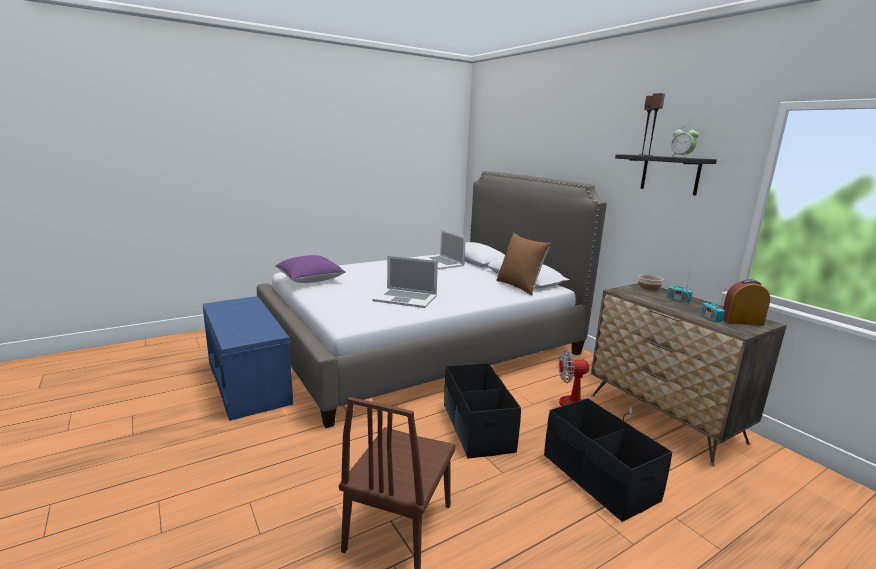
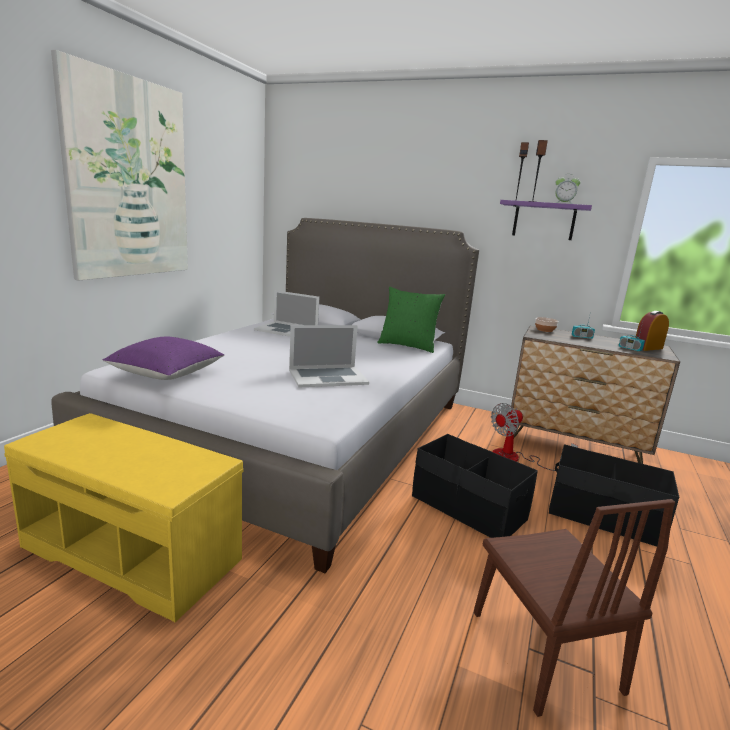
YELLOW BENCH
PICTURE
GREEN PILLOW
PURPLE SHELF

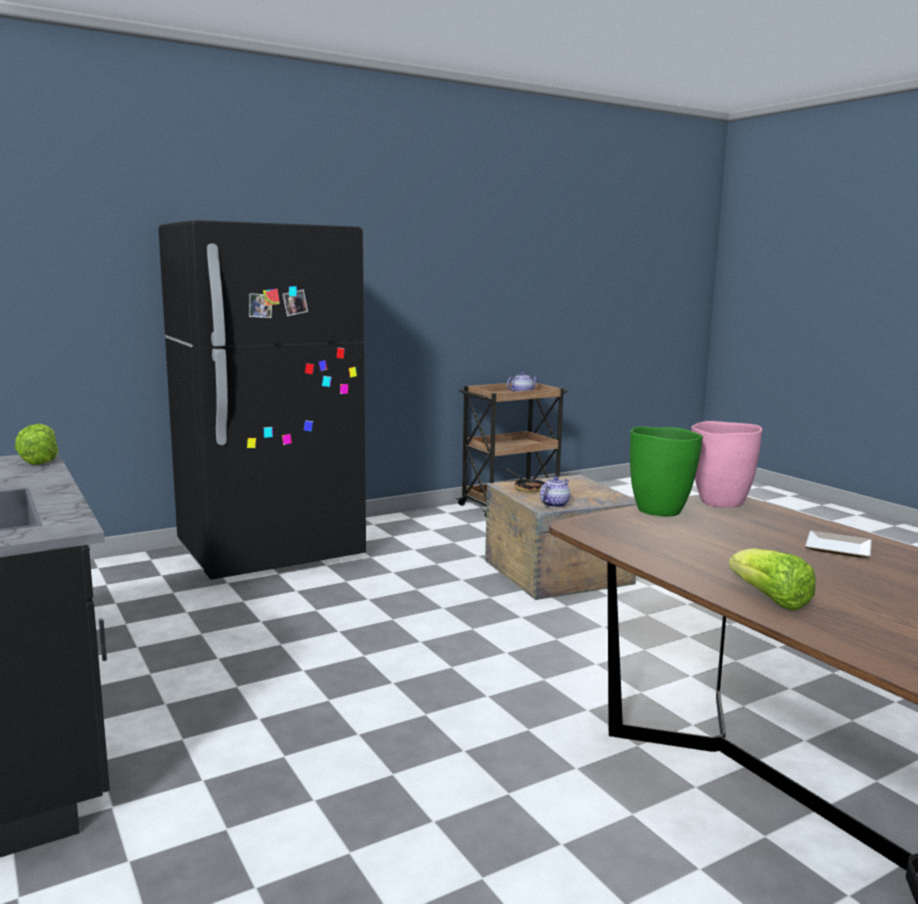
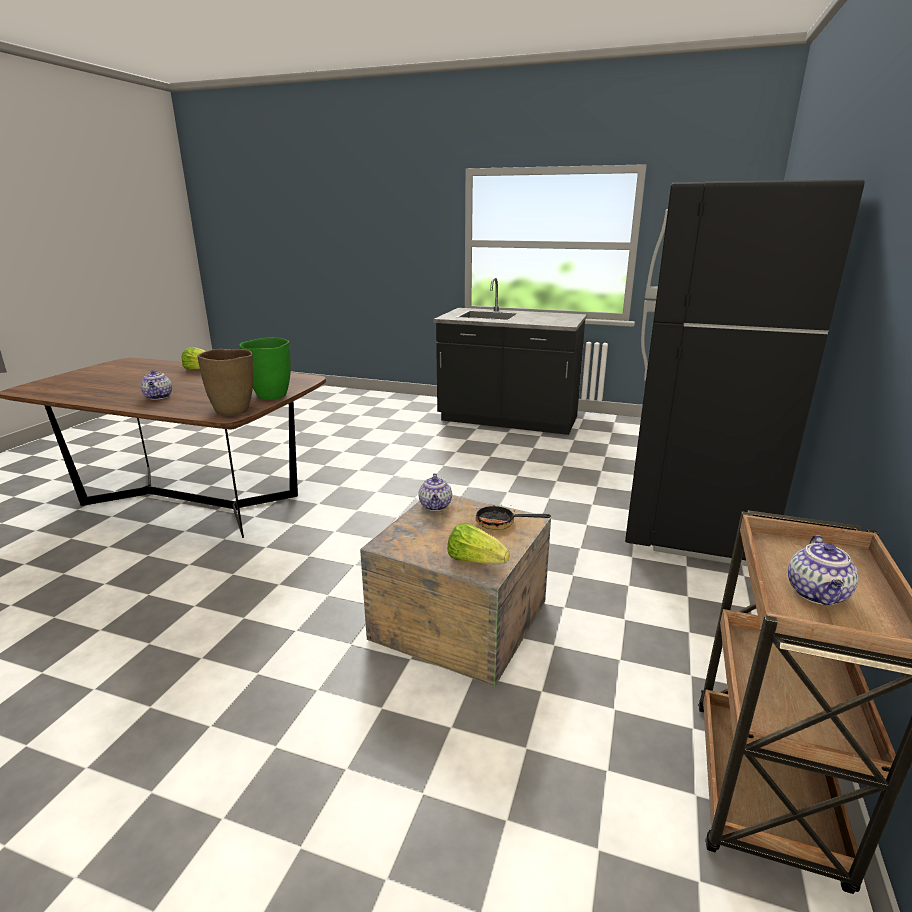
TEAPOT (1st from left)
BROWN VASE
LETTUCE (2nd from left)

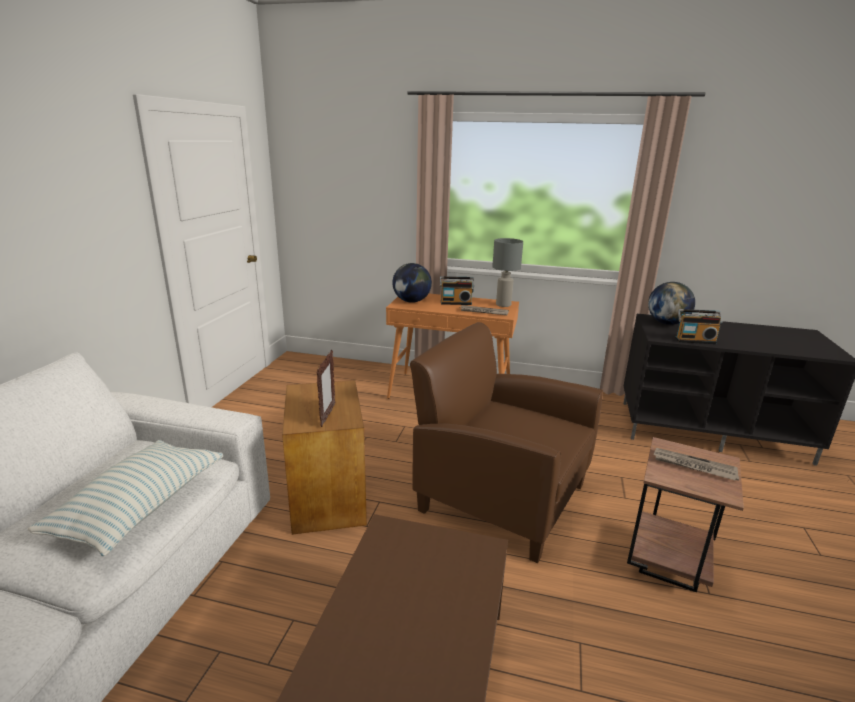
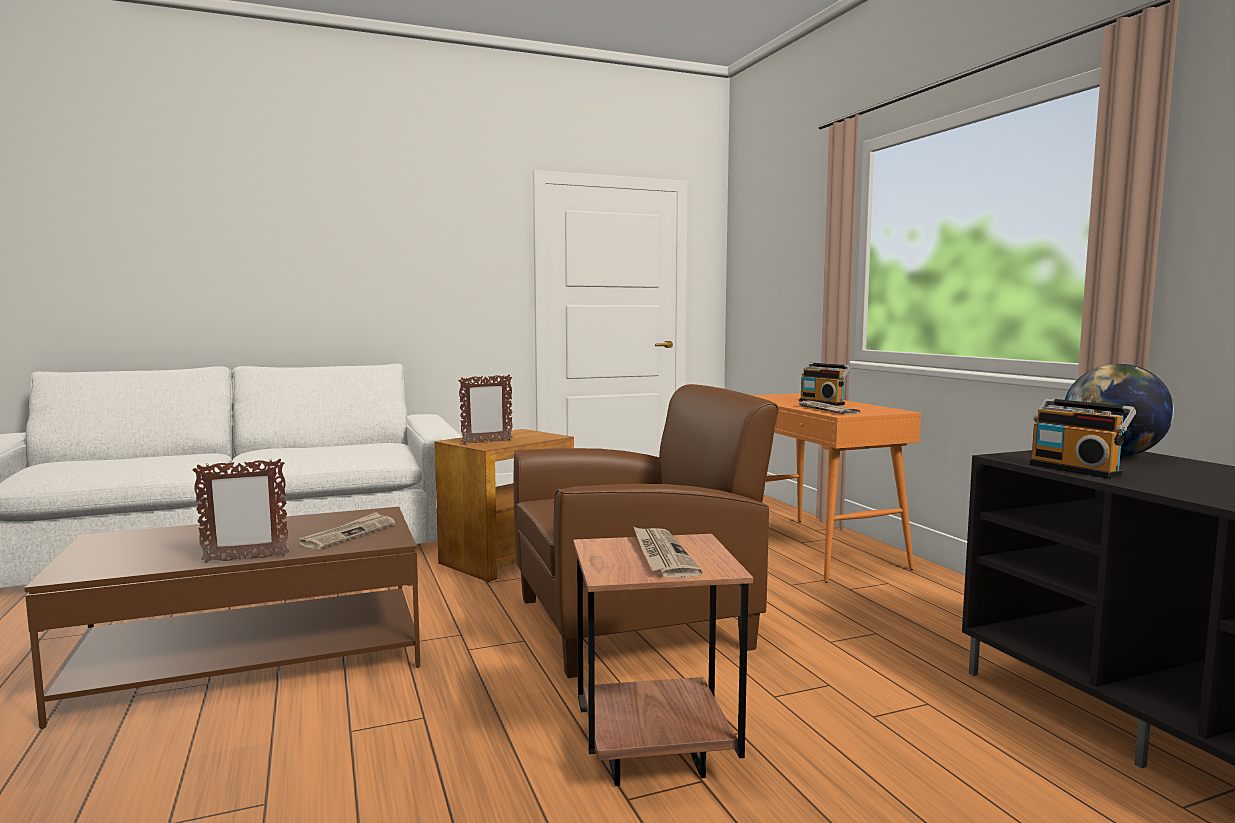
PICTURE FRAME (1st from left)
NEWSPAPER (1st from left)
BROWN ARMCHAIR
PILLOW
GLOBE (1st from left in the first image)
GREY TABLE LAMP

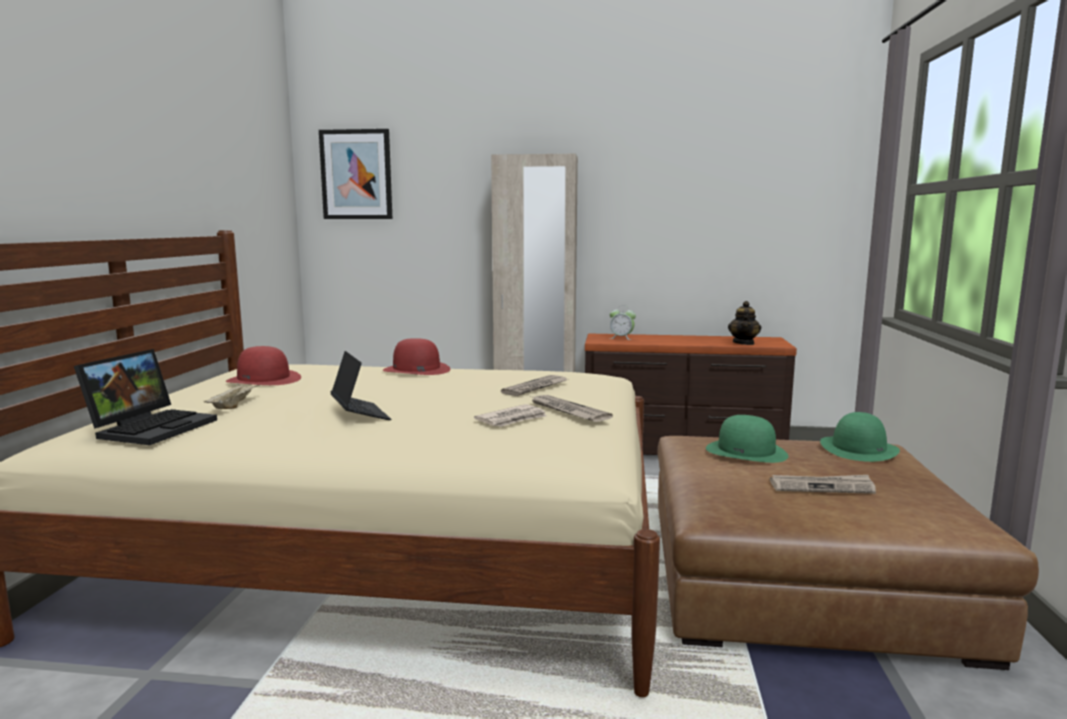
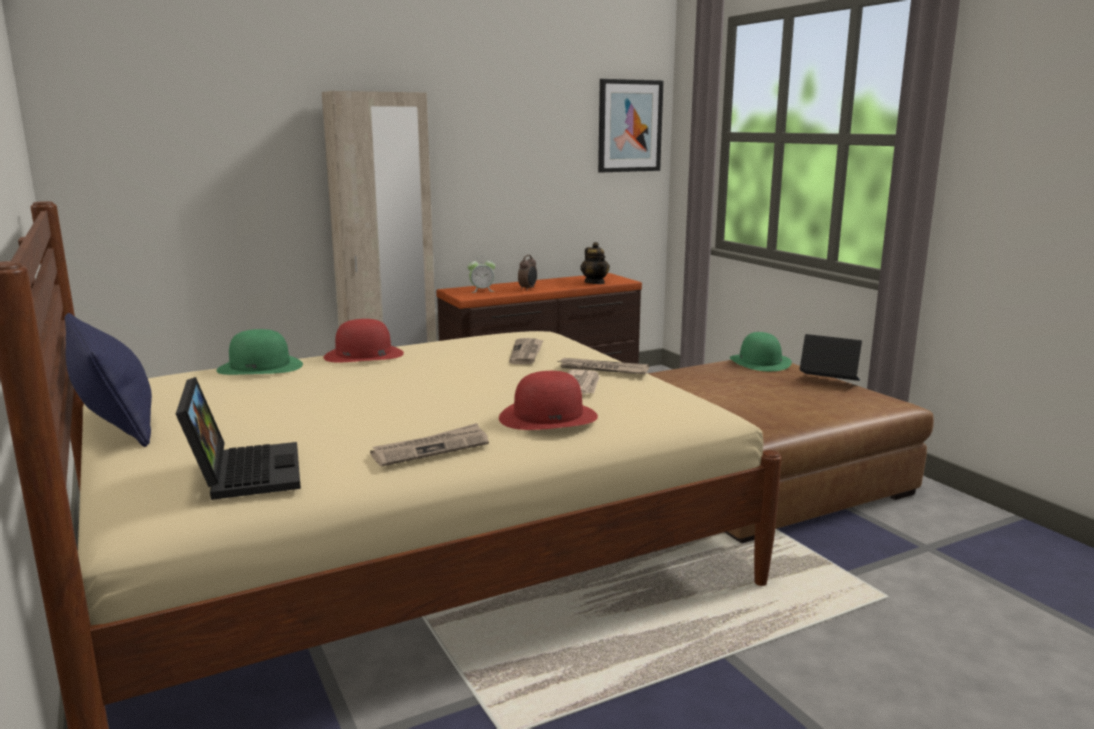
BLUE PILLOW
GREEN HAT (1st from left)
NEWSPAPER (1st from left)
RED HAT (2nd from left)
ALARM CLOCK (2nd from left)
PICTURE
LAPTOP (2nd from left)
BEIGE TRAY

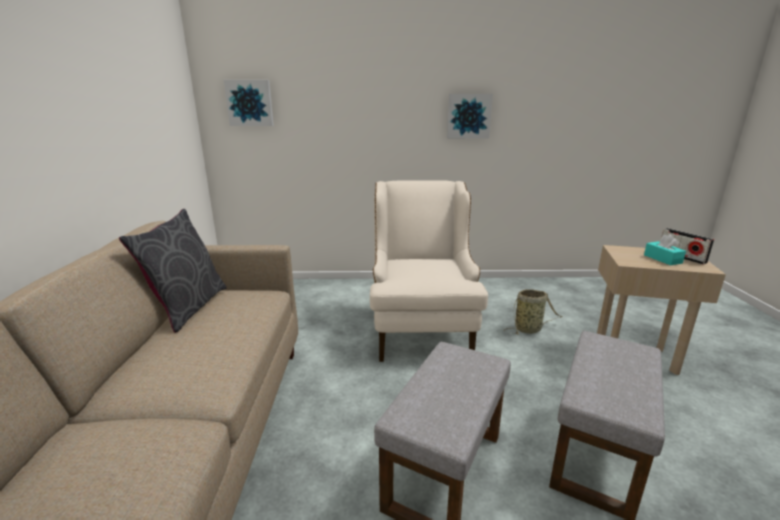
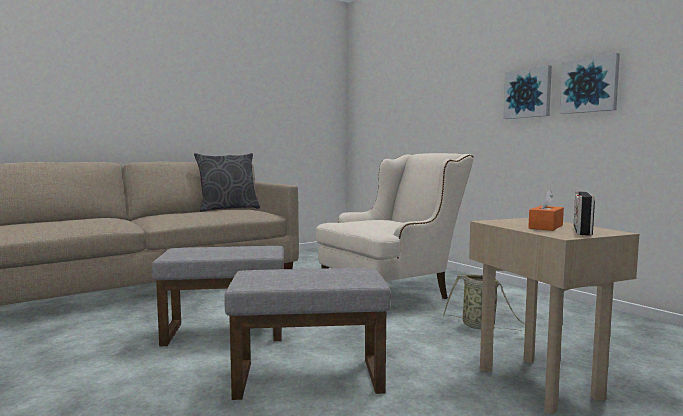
ORANGE TISSUE BOX
PICTURE (2nd from left)

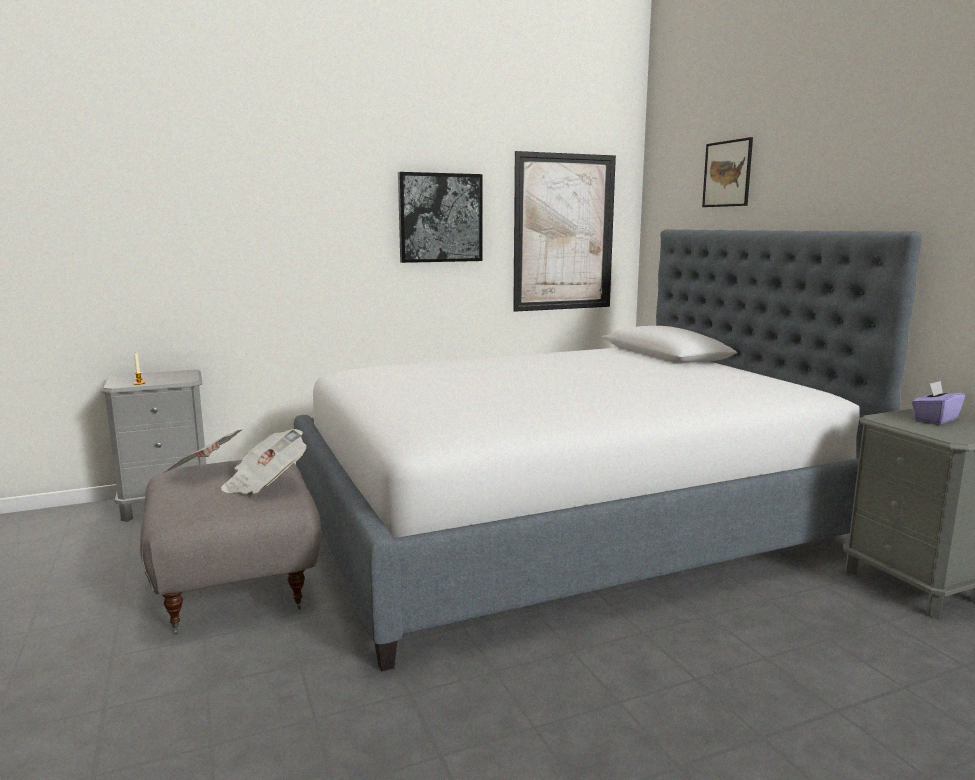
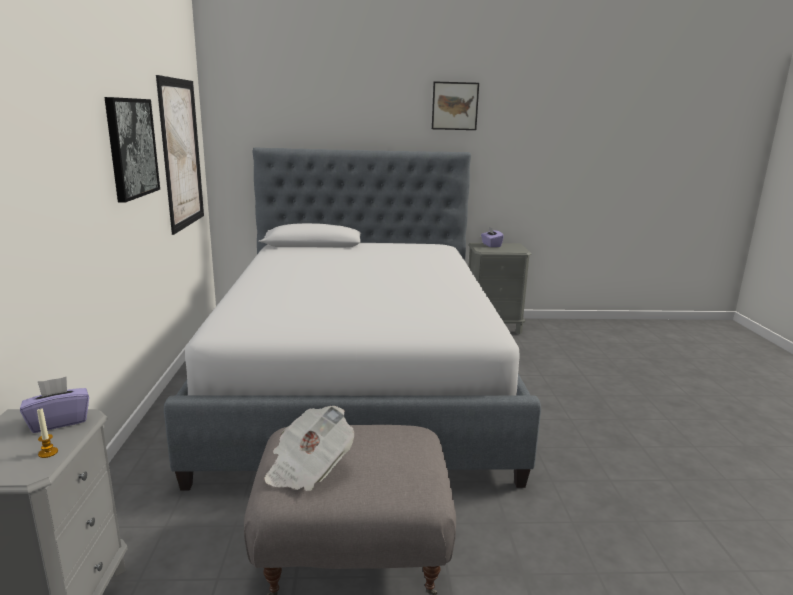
PURPLE TISSUE BOX (1st from left)
PICTURE (3rd from left)
NEWSPAPER (2nd from left in the first image)

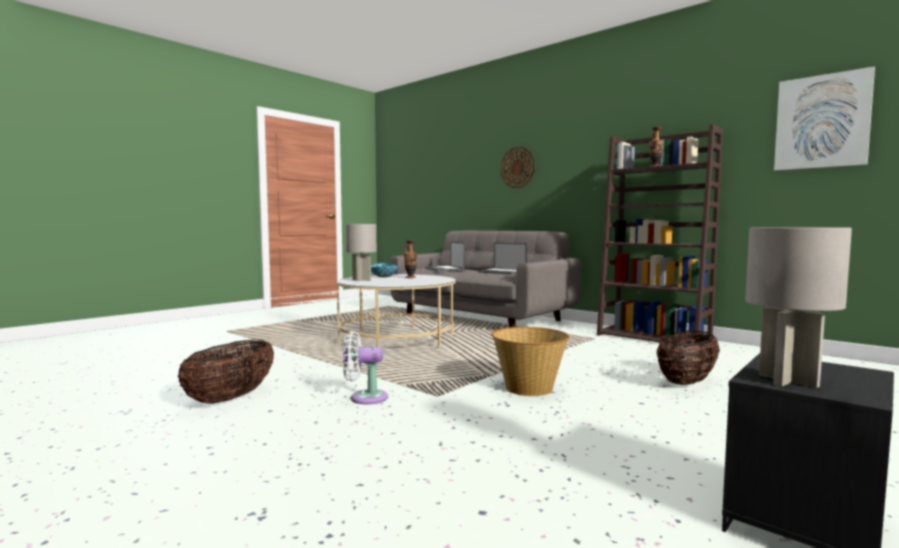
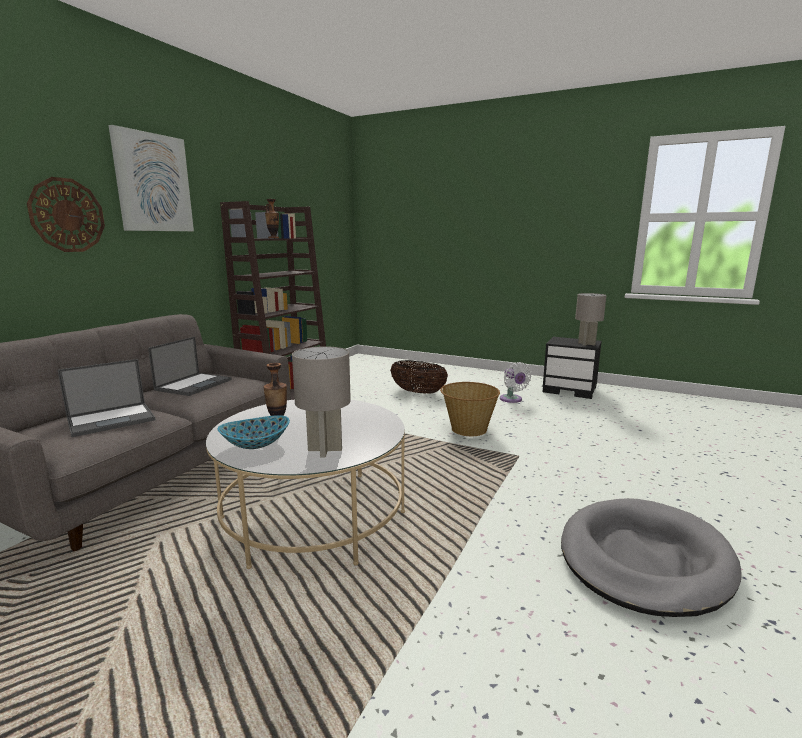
PICTURE
WHITE FAN
GREY DOG BED

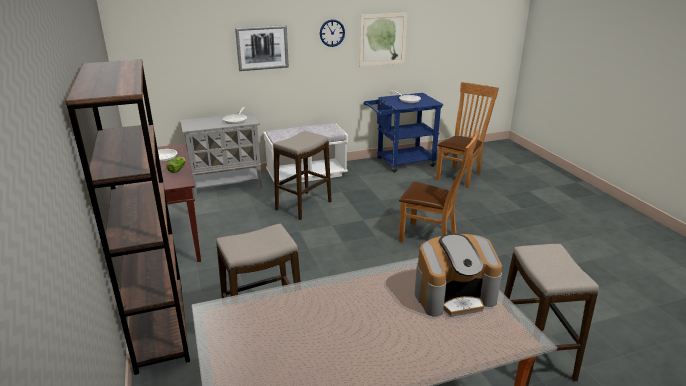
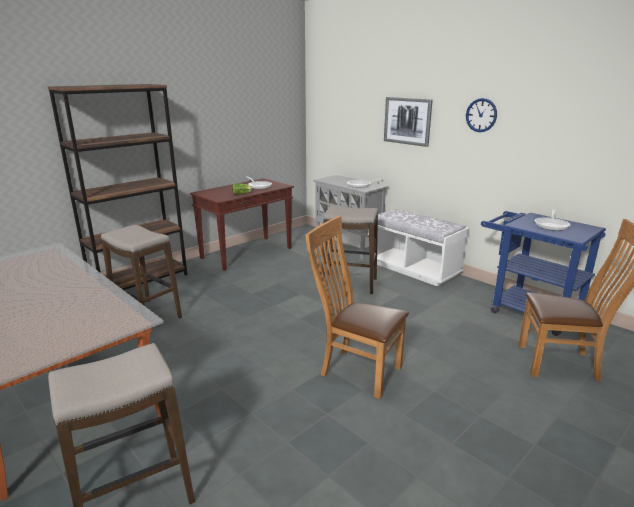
BROWN CHAIR (1st from left)
PICTURE (2nd from left in the first image)
COFFEE MACHINE

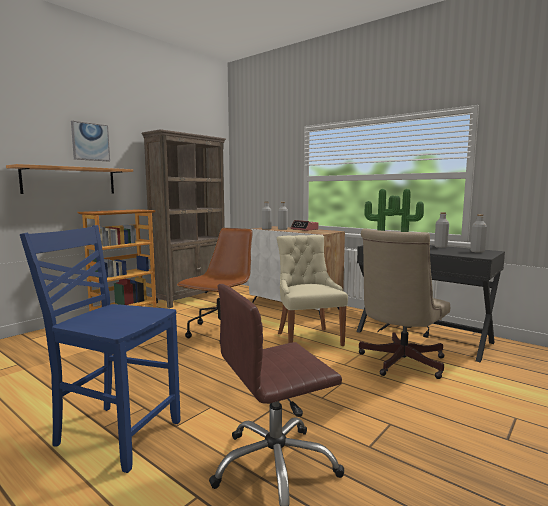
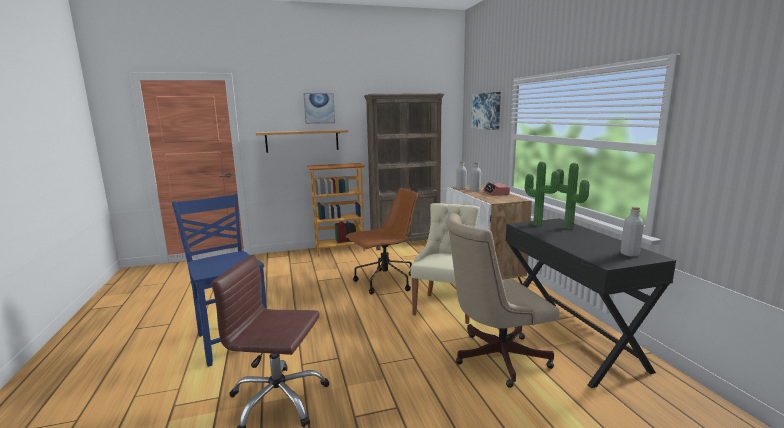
PICTURE (2nd from left)
GREY BOTTLE (3rd from left in the first image)

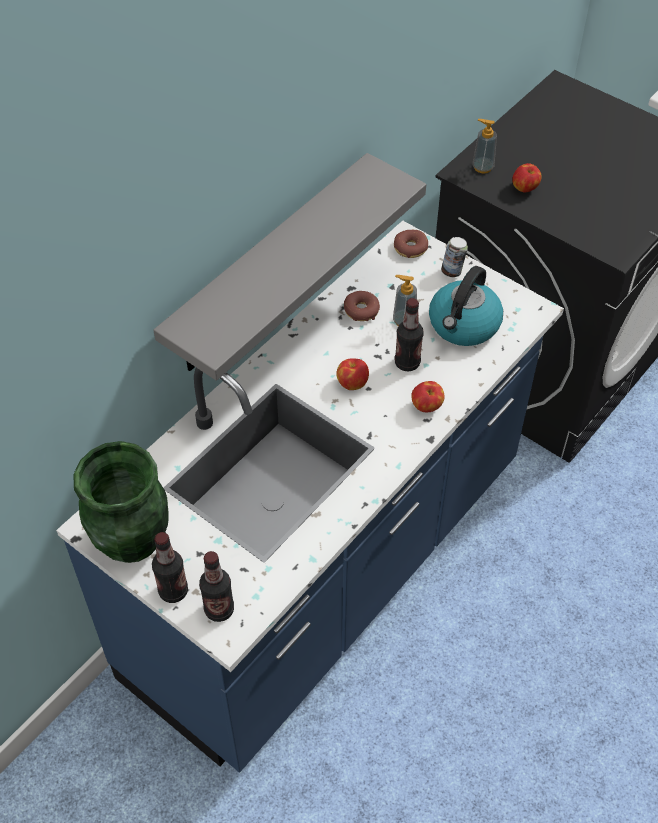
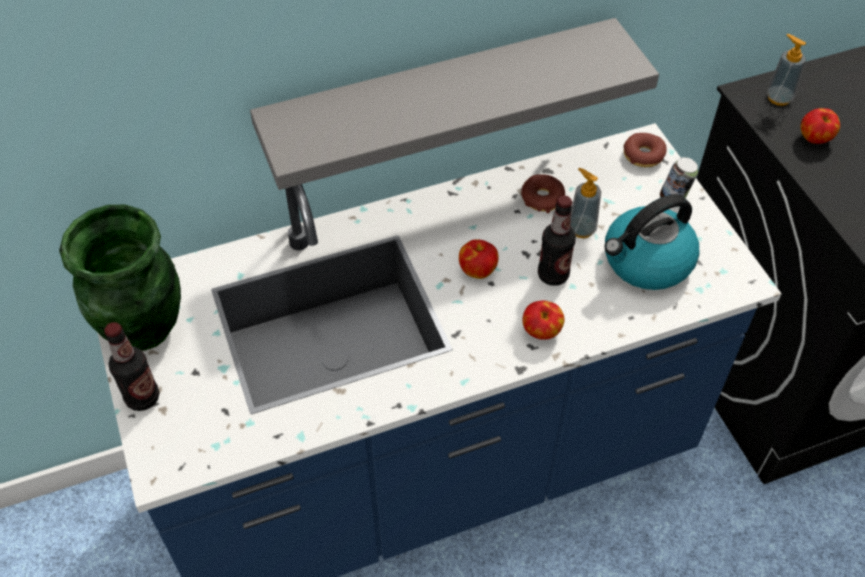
BOTTLE (2nd from left in the first image)

